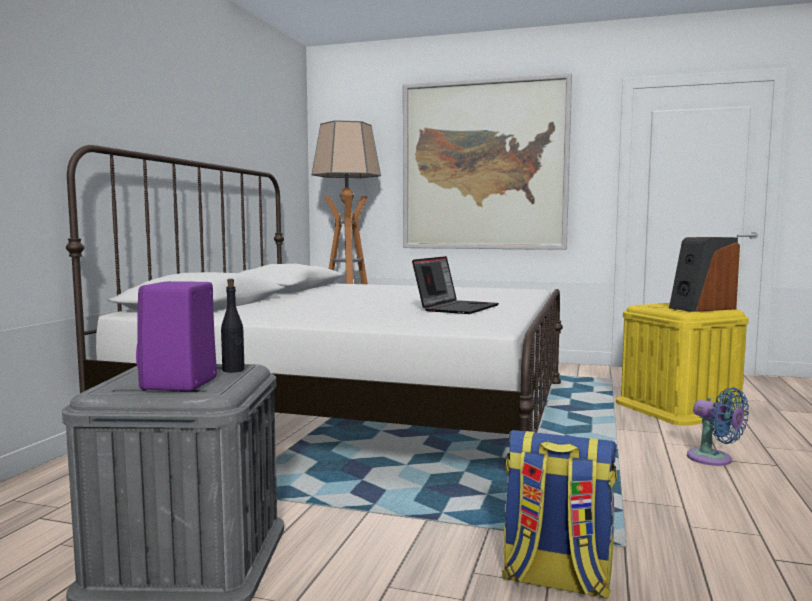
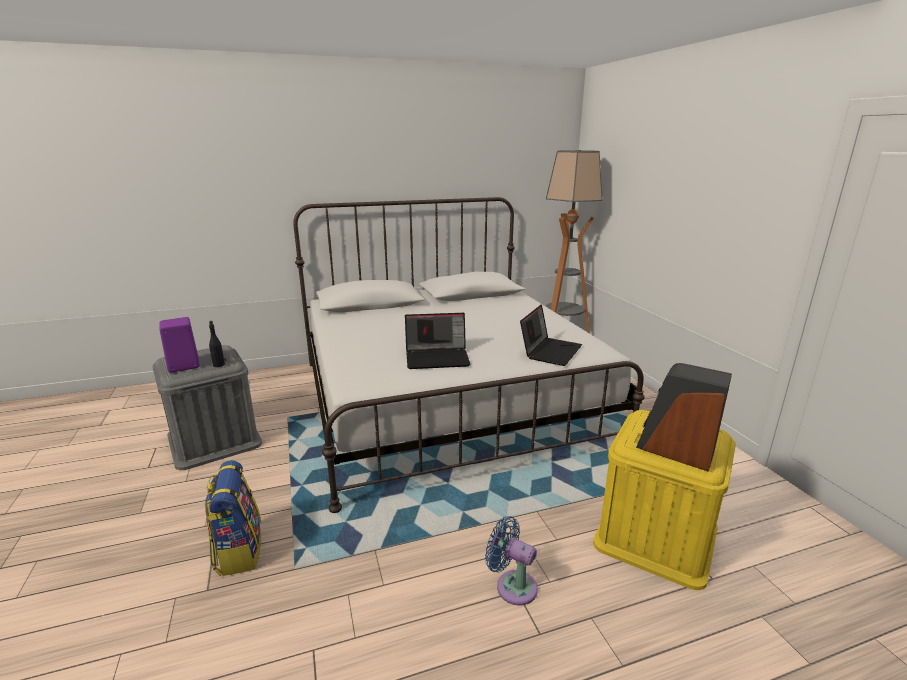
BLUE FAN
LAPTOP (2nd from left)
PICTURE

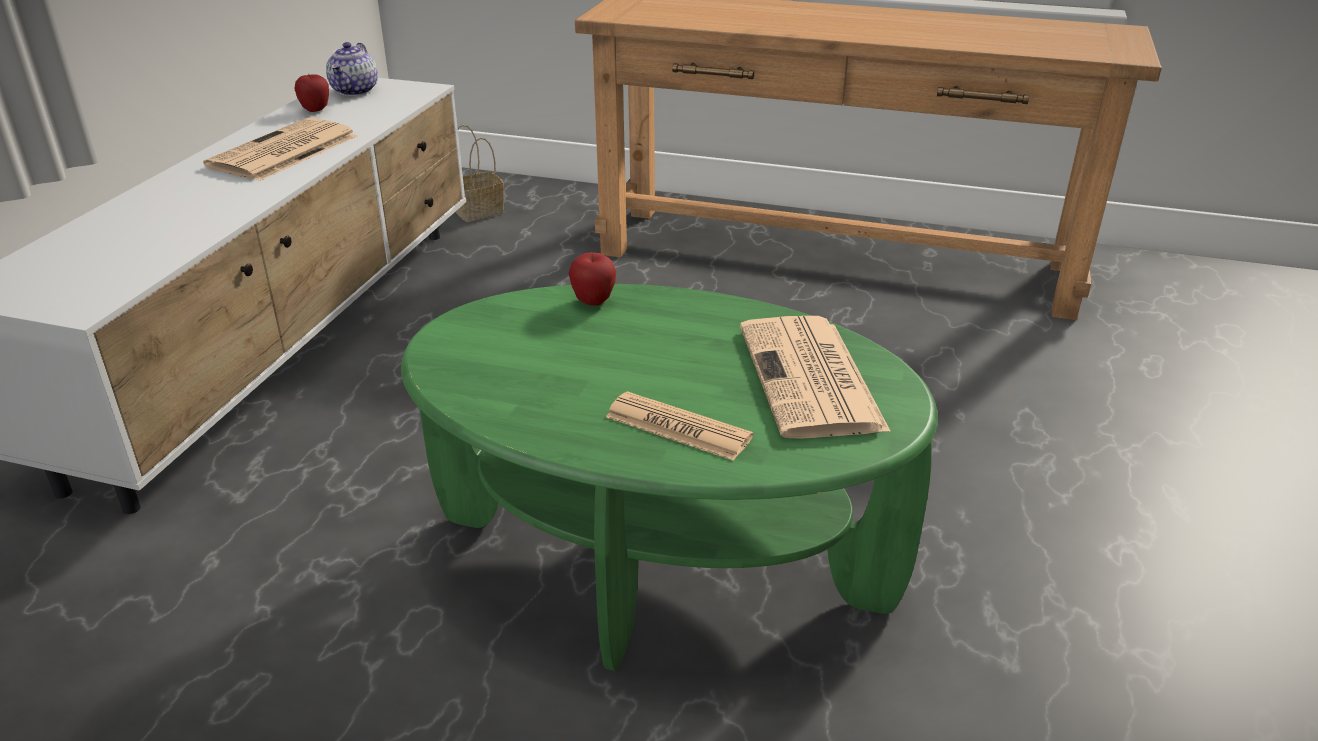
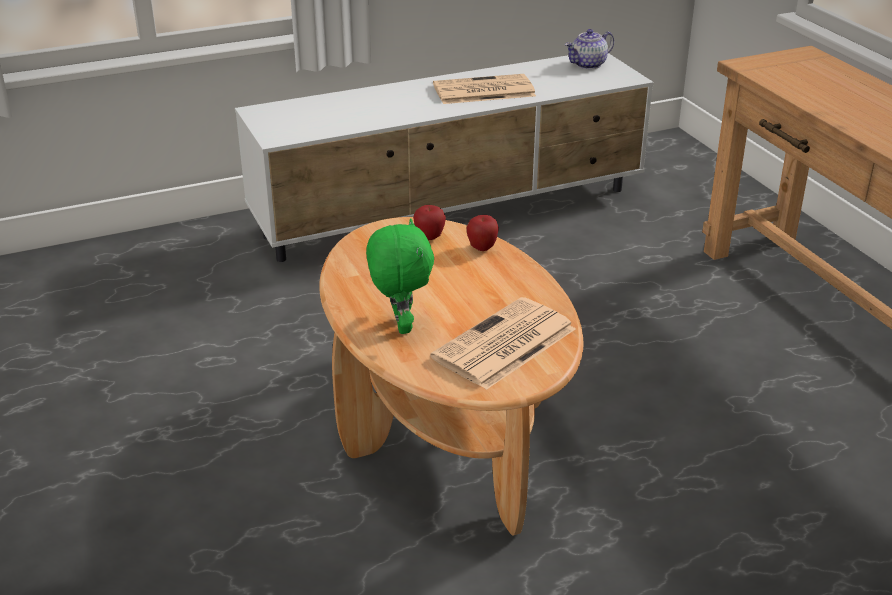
BROWN COFFEE TABLE
GREEN PLUSH TOY
APPLE (1st from left)
BASKET

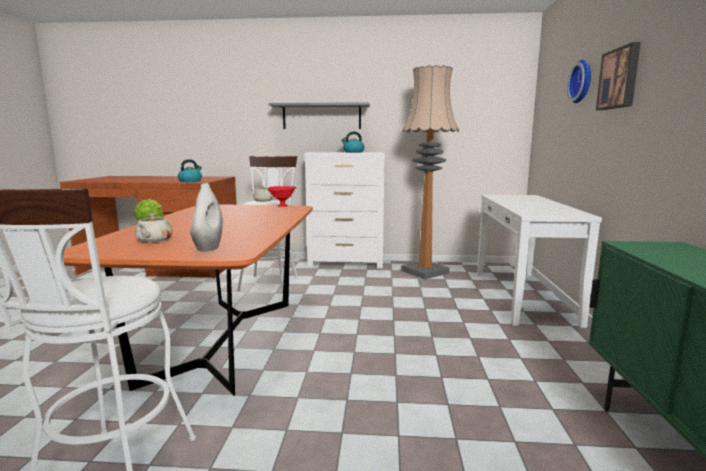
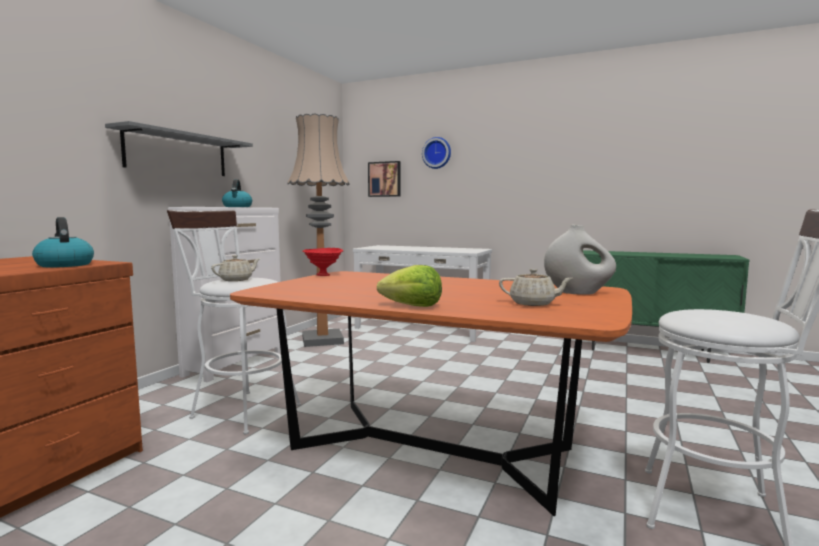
PICTURE

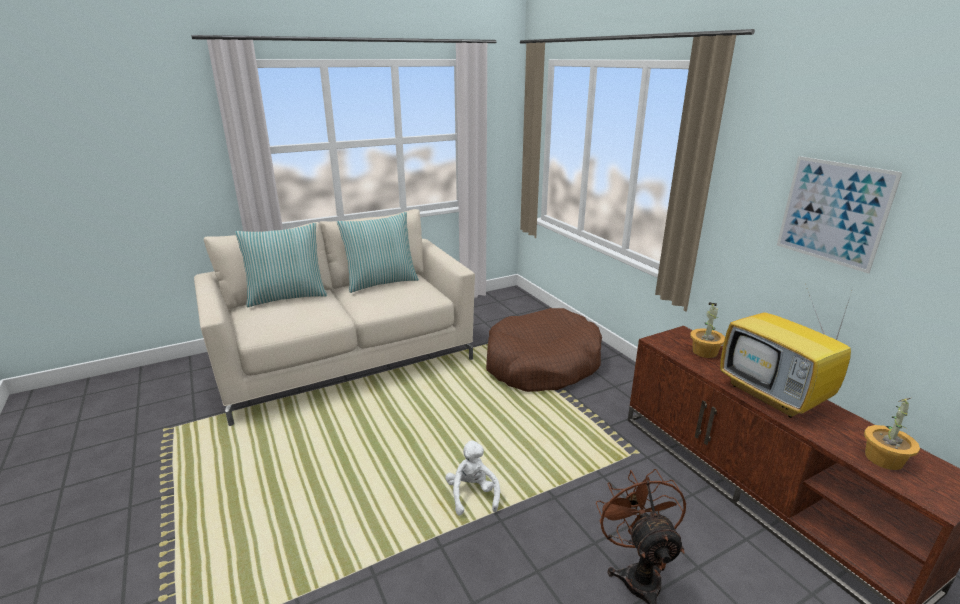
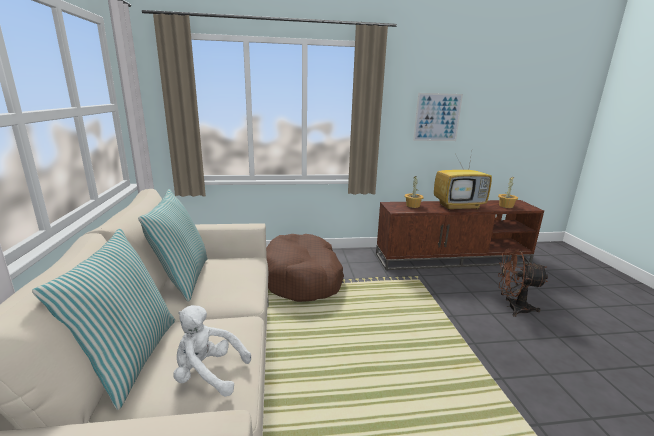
WHITE PLUSH TOY

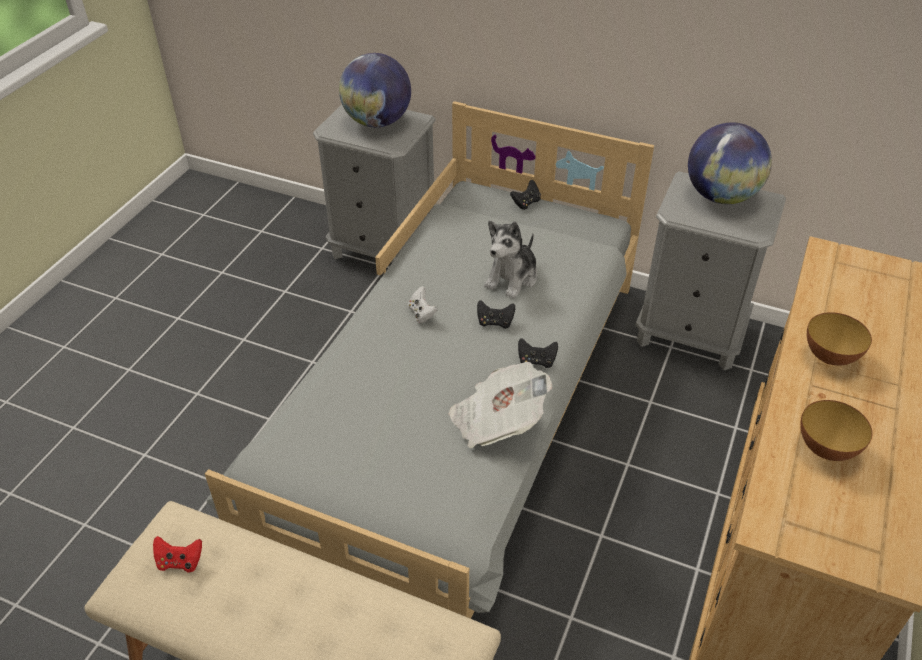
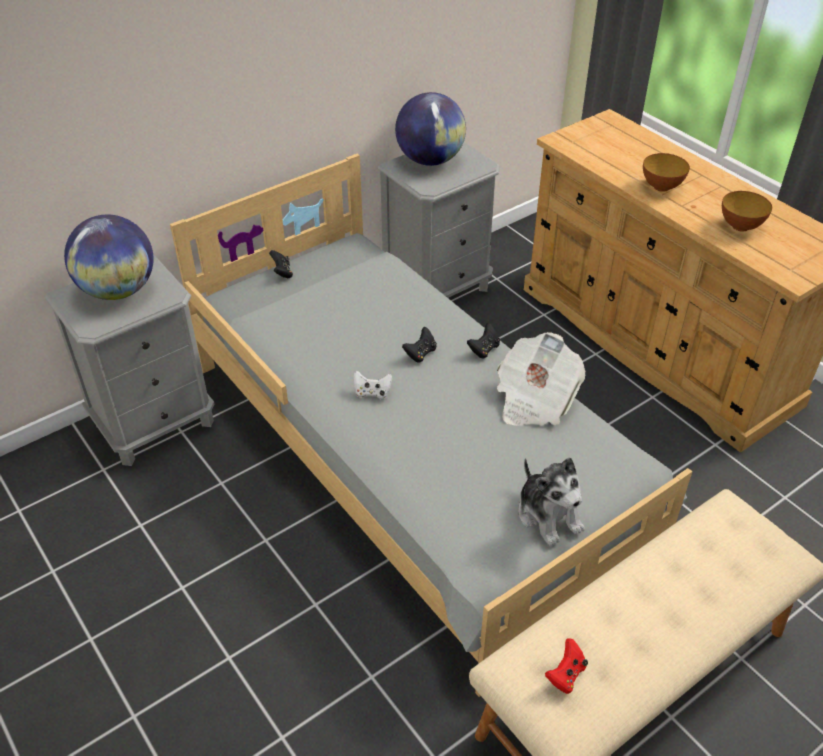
PLUSH TOY

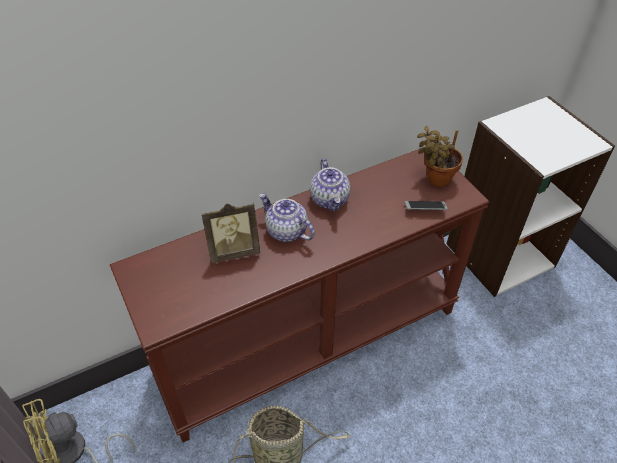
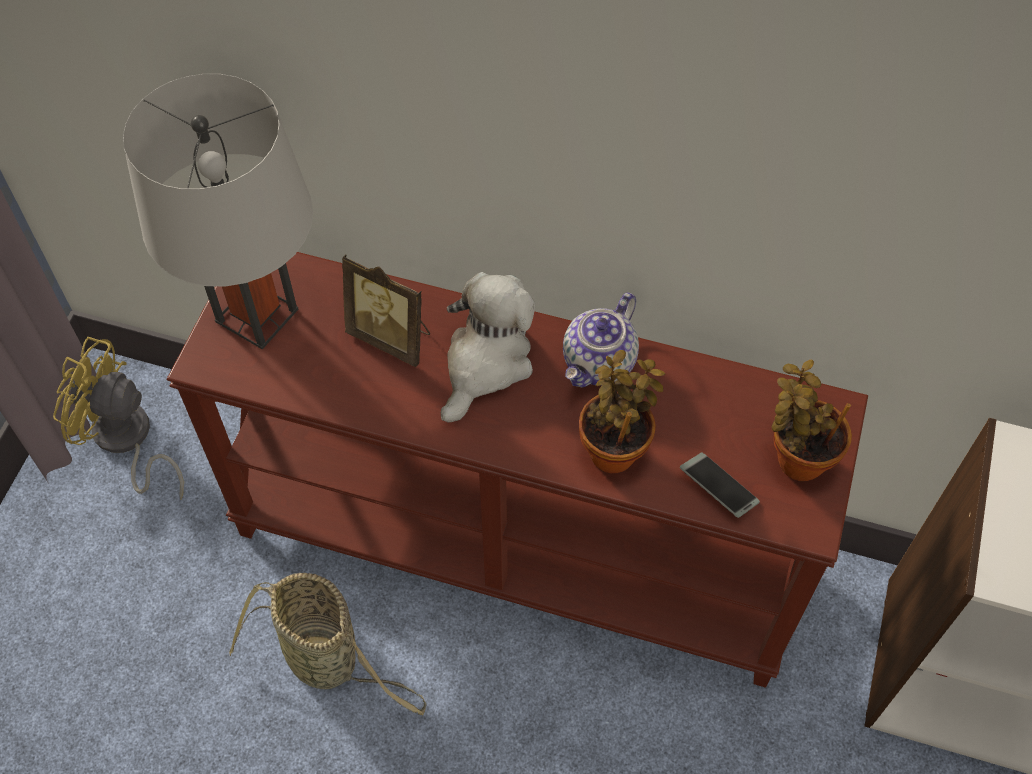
GREY TABLE LAMP
PLUSH TOY
POTTED PLANT (1st from left)

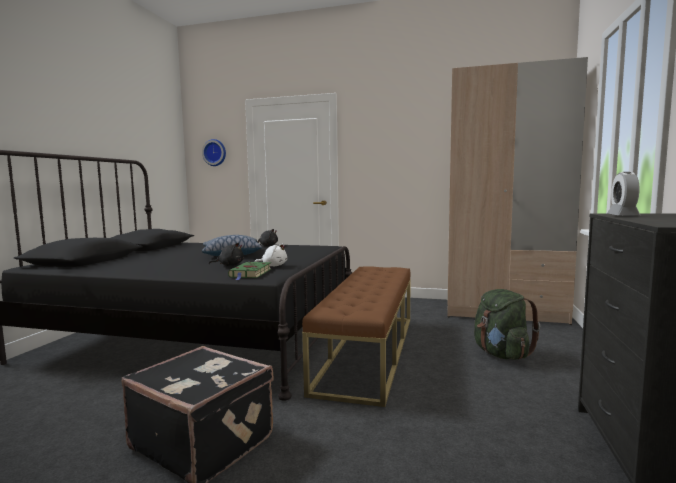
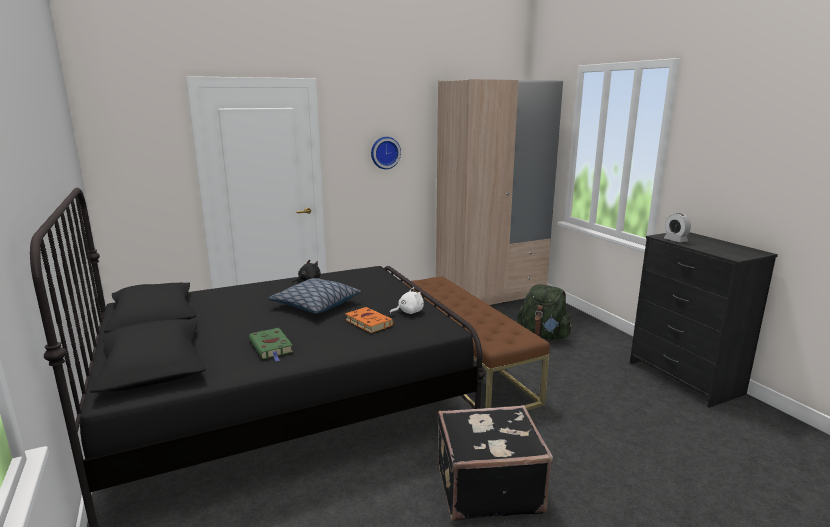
GREEN BOOK
ORANGE BOOK
WALL CLOCK

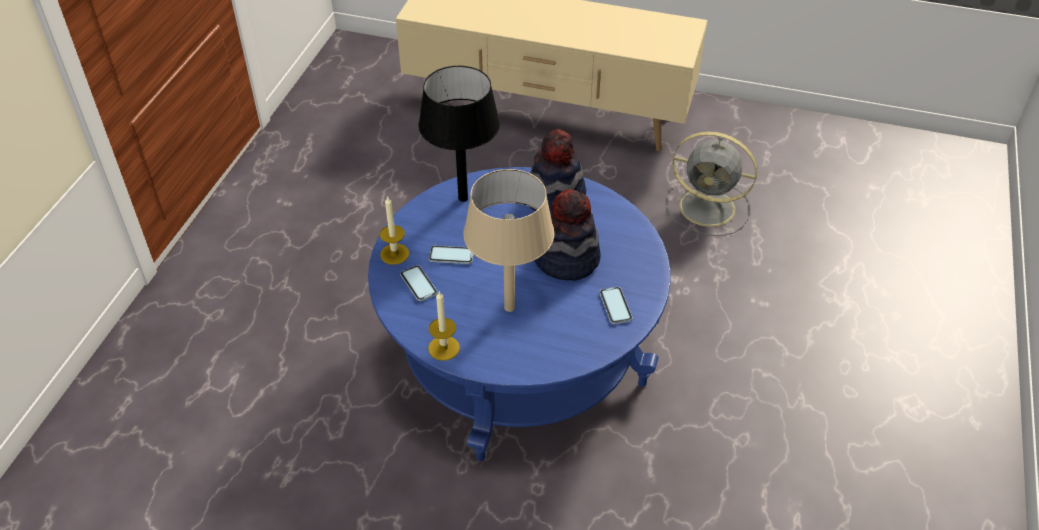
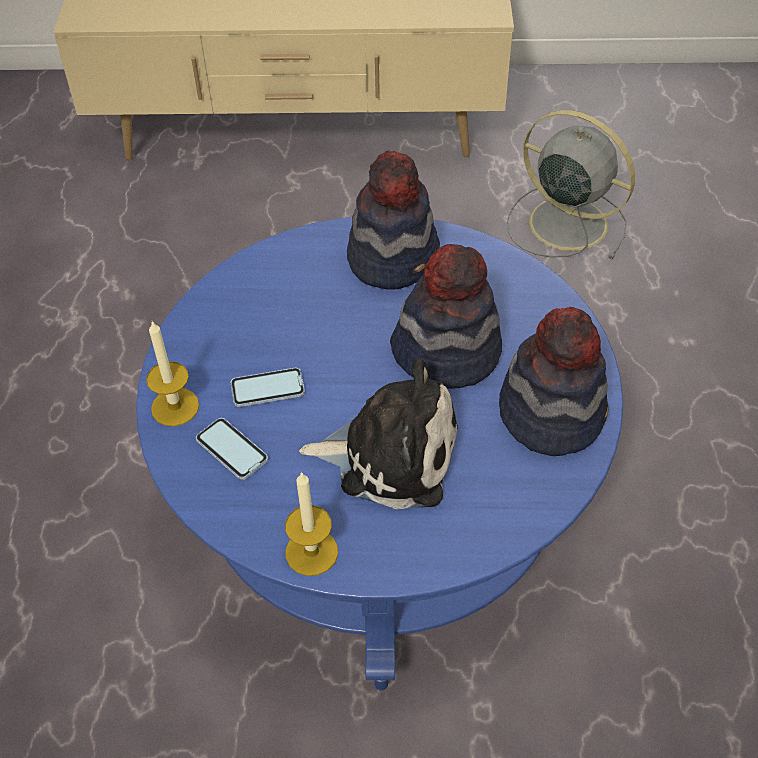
PLUSH TOY
HAT (3rd from left)
GREY FAN
BLACK TABLE LAMP

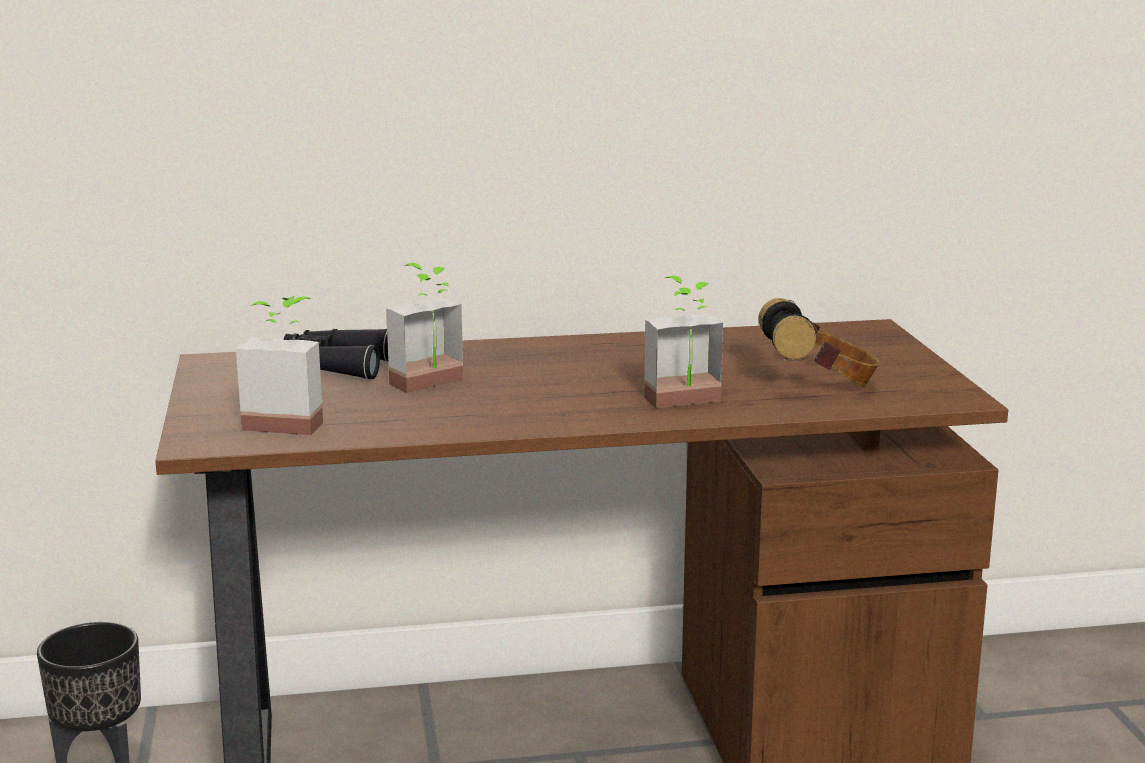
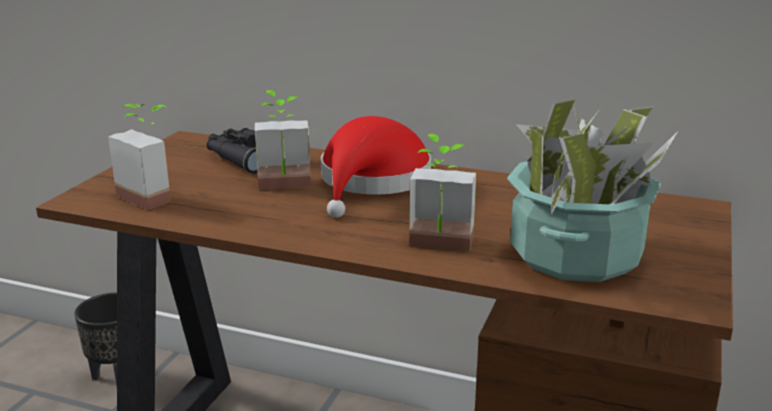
RED HAT
POTTED PLANT (4th from left)

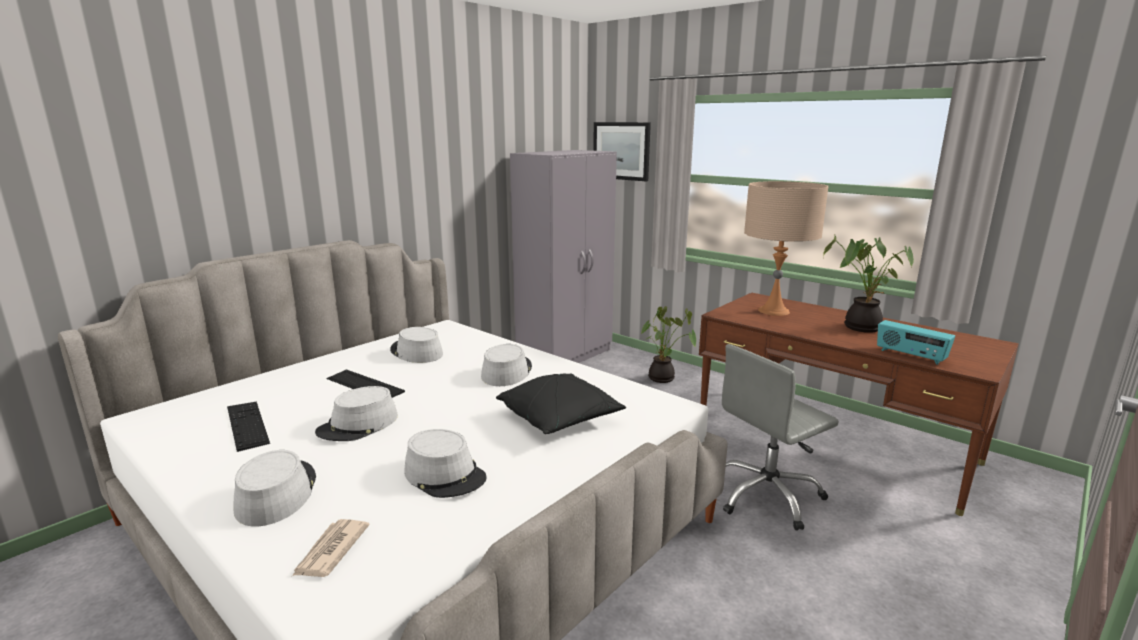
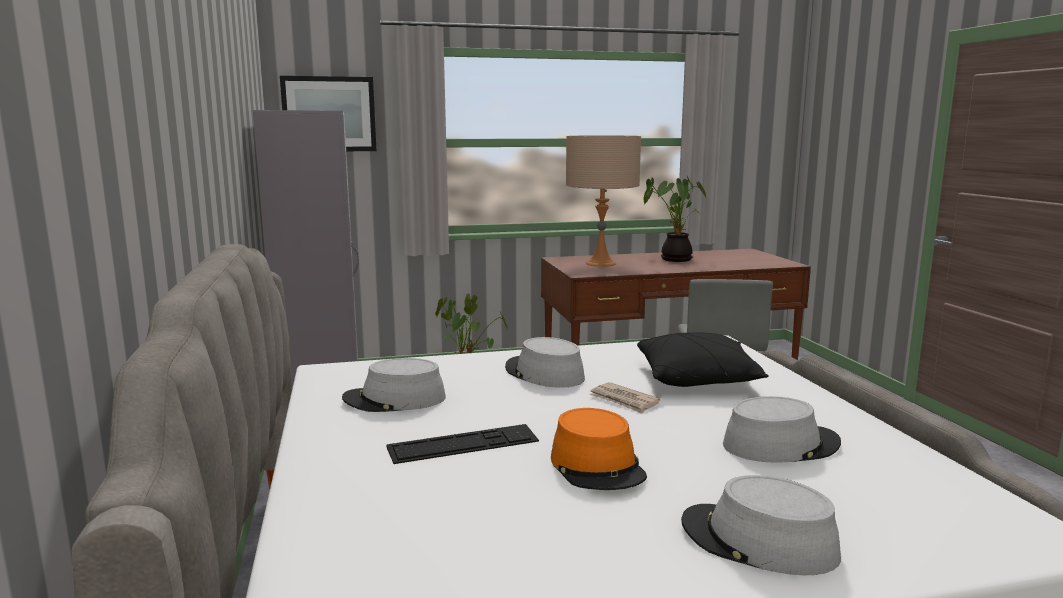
ORANGE HAT
NEWSPAPER
KEYBOARD (1st from left in the first image)
RADIO

